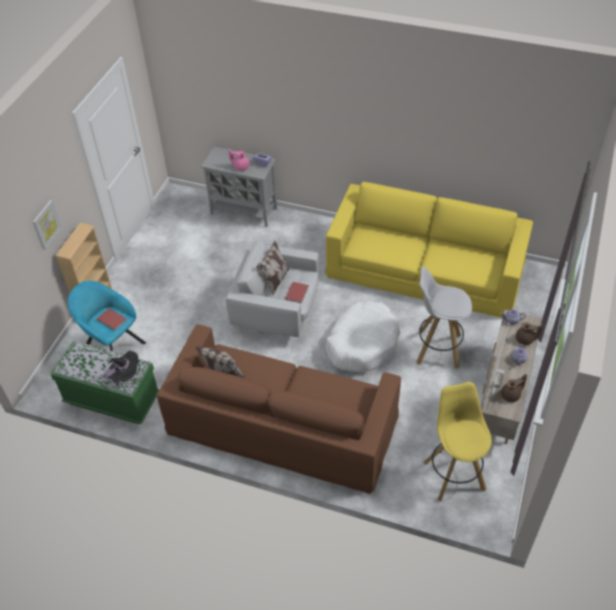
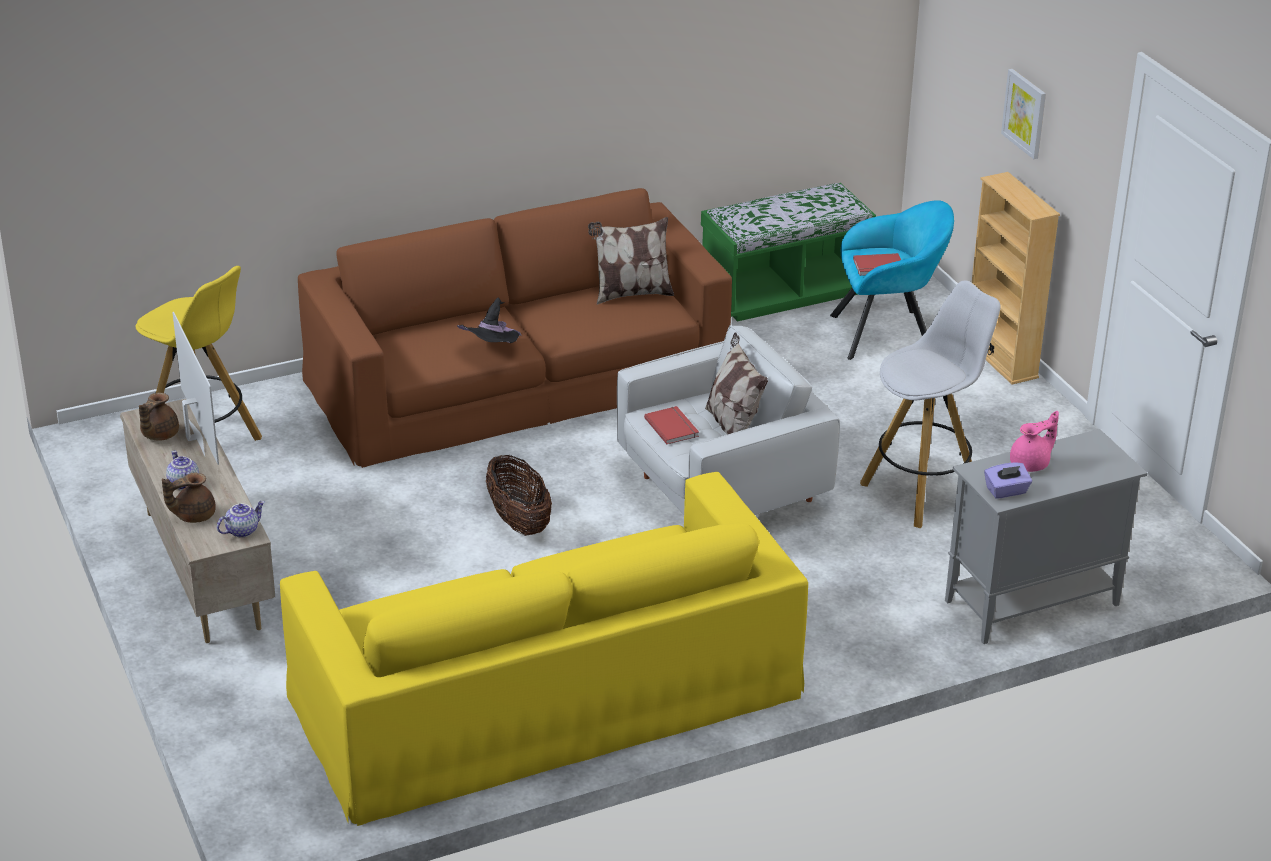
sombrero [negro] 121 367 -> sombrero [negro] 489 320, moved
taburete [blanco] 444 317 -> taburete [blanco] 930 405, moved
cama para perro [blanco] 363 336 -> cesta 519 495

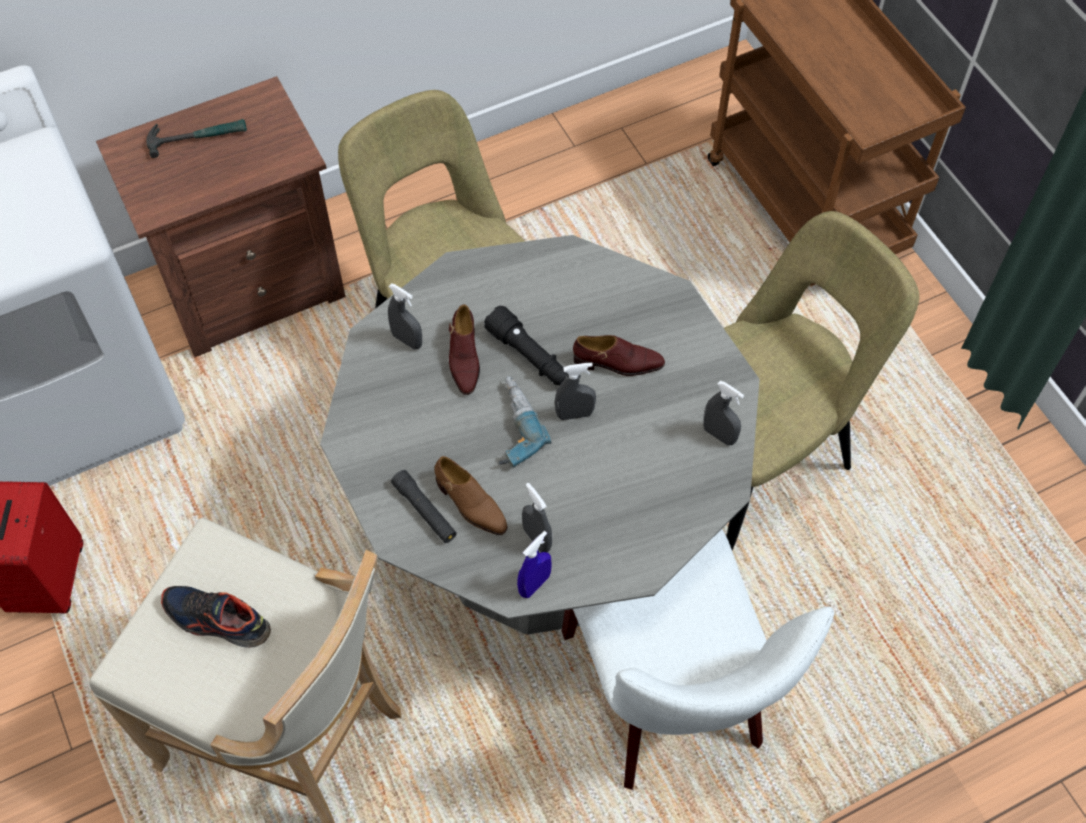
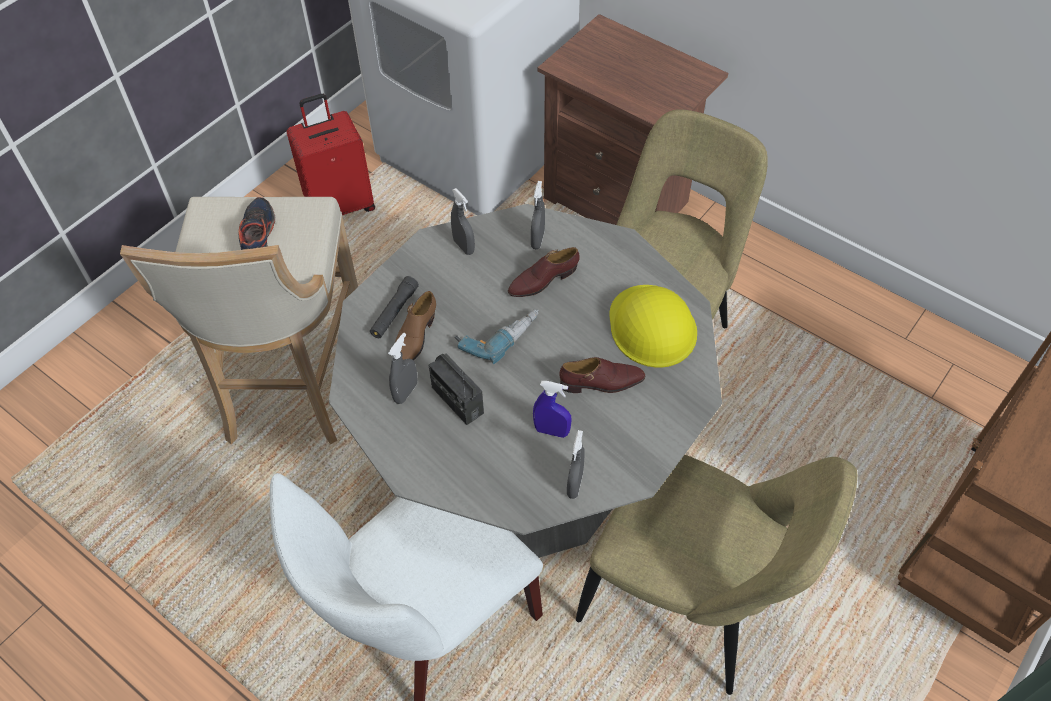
martillo 196 138 -> none
linterna [negro] 526 345 -> none
none -> radio 456 389
none -> casco [amarillo] 653 326
pulverizador [azul] 534 564 -> pulverizador [azul] 552 409, moved
pulverizador [gris] 575 391 -> pulverizador [gris] 463 221, moved
zapato [marrón] 619 355 -> zapato [marrón] 602 375, 75 degrees counterclockwise

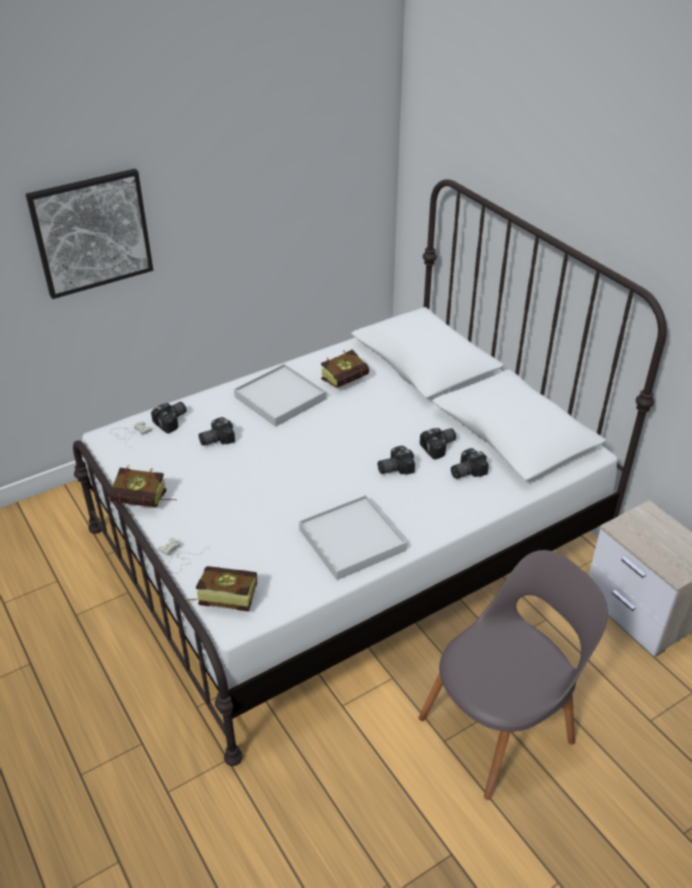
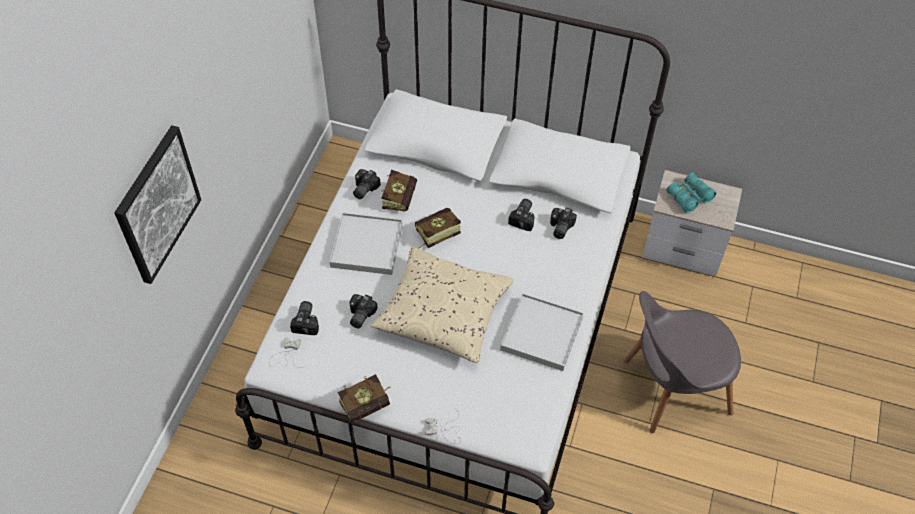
none -> cojín [beis] 442 305
none -> prismáticos [turquesa] 691 193
libro 223 589 -> libro 438 228, moved
cámara 396 460 -> cámara 367 184, moved
silla [gris] 513 675 -> silla [gris] 682 362, 120 degrees counterclockwise

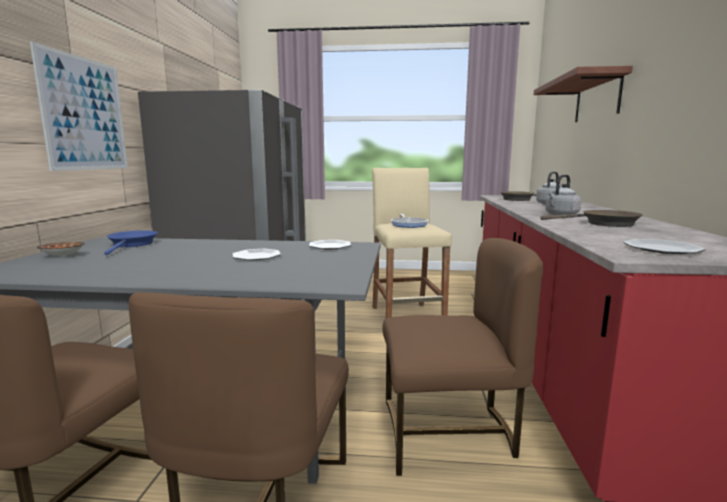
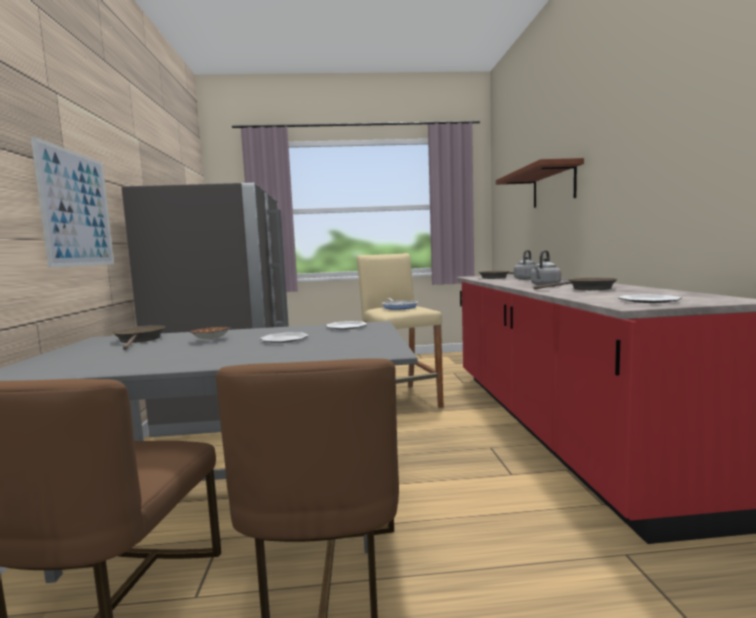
silla [marrón] 462 357 -> none
cuenco 61 249 -> cuenco 210 334, moved
sartén [azul] 131 242 -> sartén [marrón] 138 337

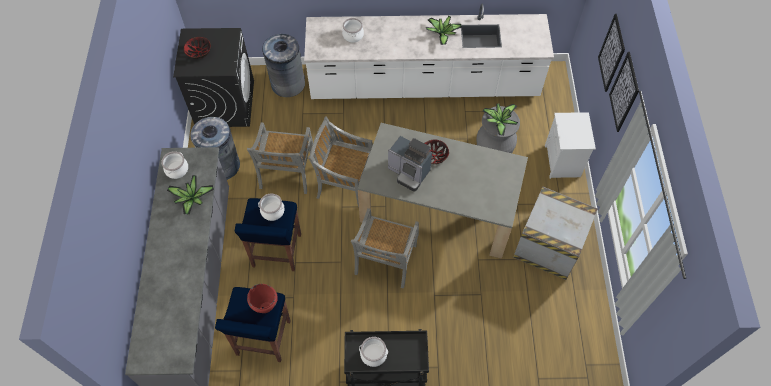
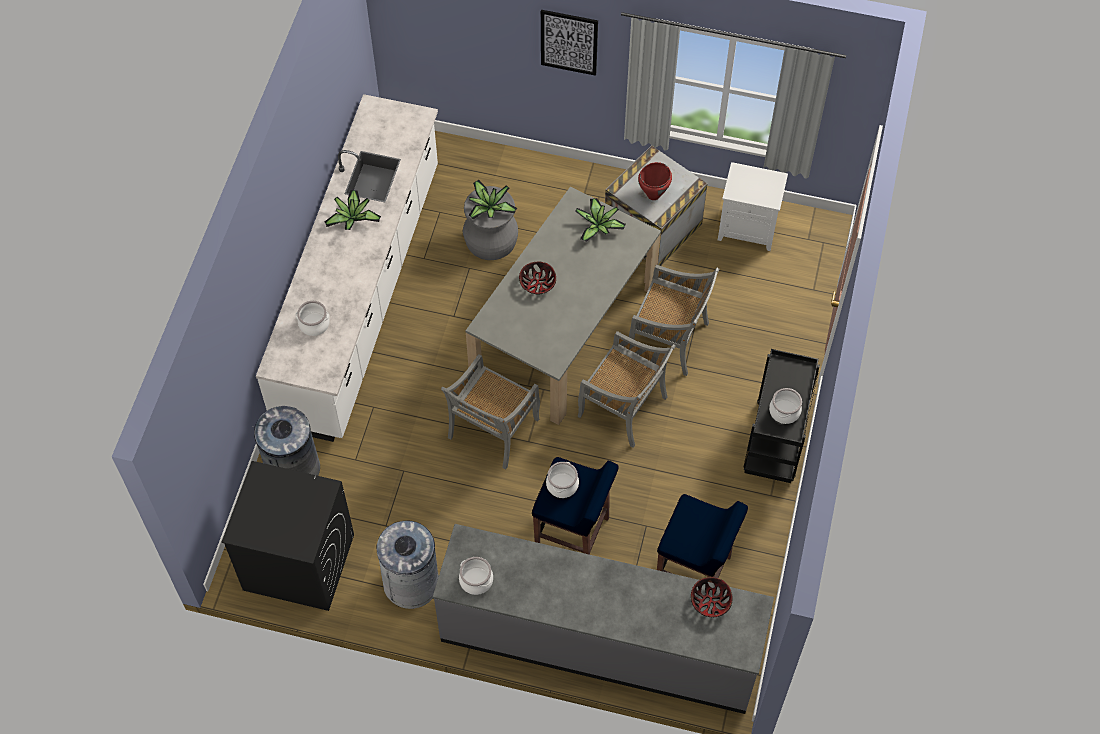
cafetera 410 164 -> none
cuadro 611 53 -> none
planta en maceta 190 195 -> planta en maceta 600 220, moved
cuenco 197 48 -> cuenco 712 597, moved
silla [gris] 280 158 -> silla [gris] 674 320, moved
olla [rojo] 262 298 -> olla [rojo] 655 181, moved
mesita de noche [blanco] 570 145 -> mesita de noche [blanco] 753 206, moved

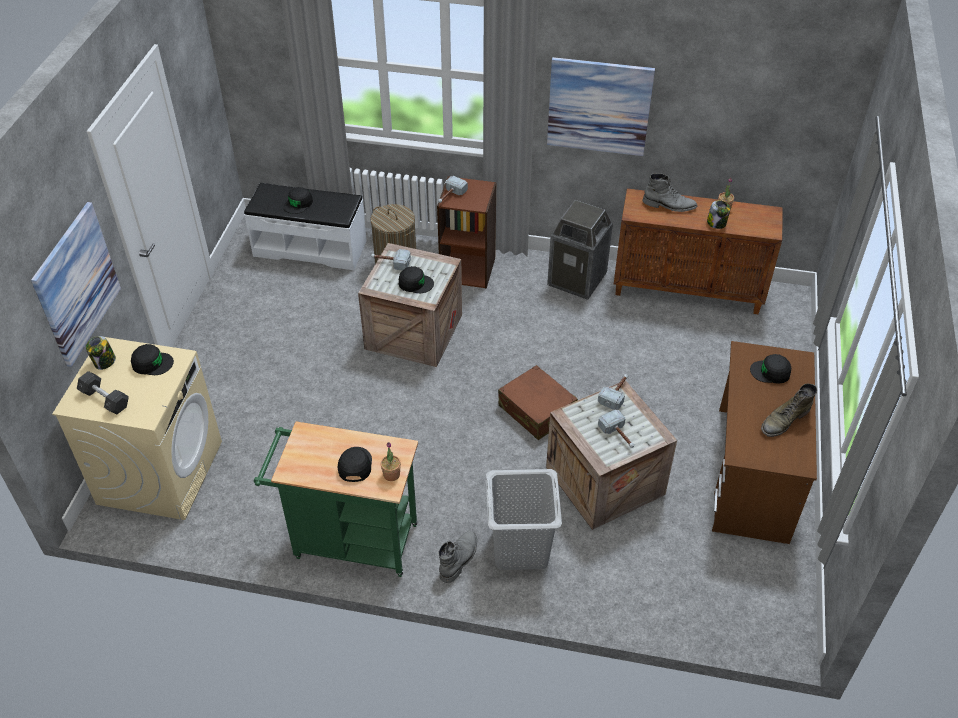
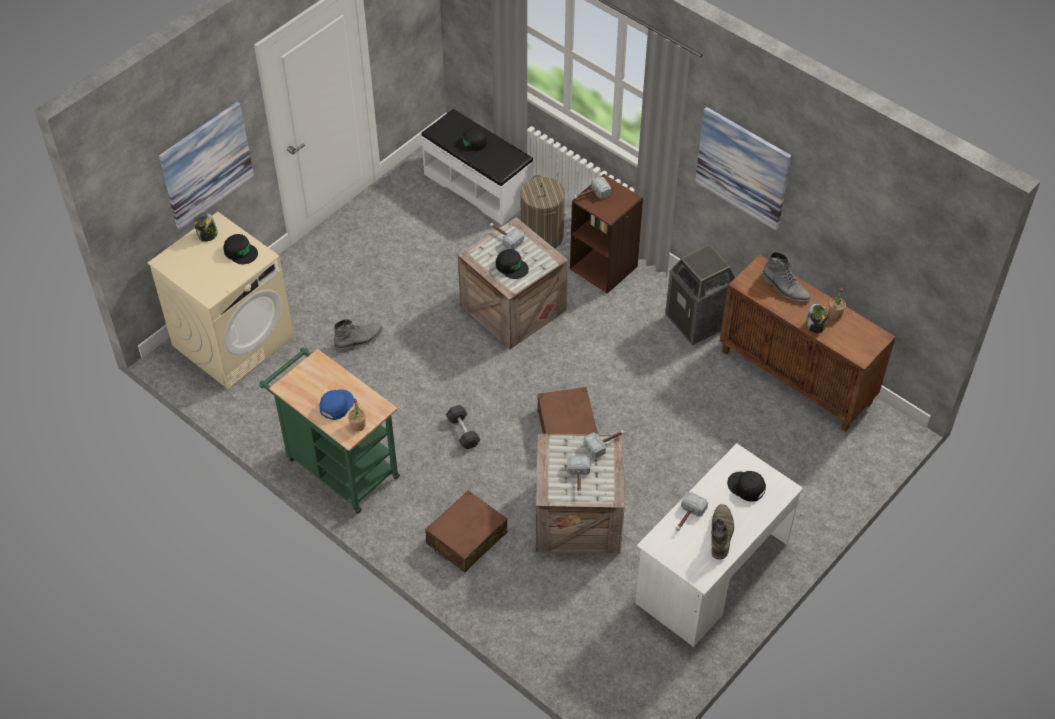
none -> martillo 691 511
mancuerna [gris] 103 392 -> mancuerna [gris] 463 427, moved
bota [gris] 457 557 -> bota [gris] 358 336, moved
cesto de la ropa [gris] 524 519 -> maleta [marrón] 466 531
gorra [negro] 355 464 -> gorra [azul] 336 404
escritorio [marrón] 764 442 -> escritorio [blanco] 719 545
bota [verde] 789 410 -> bota [verde] 722 532, 105 degrees clockwise

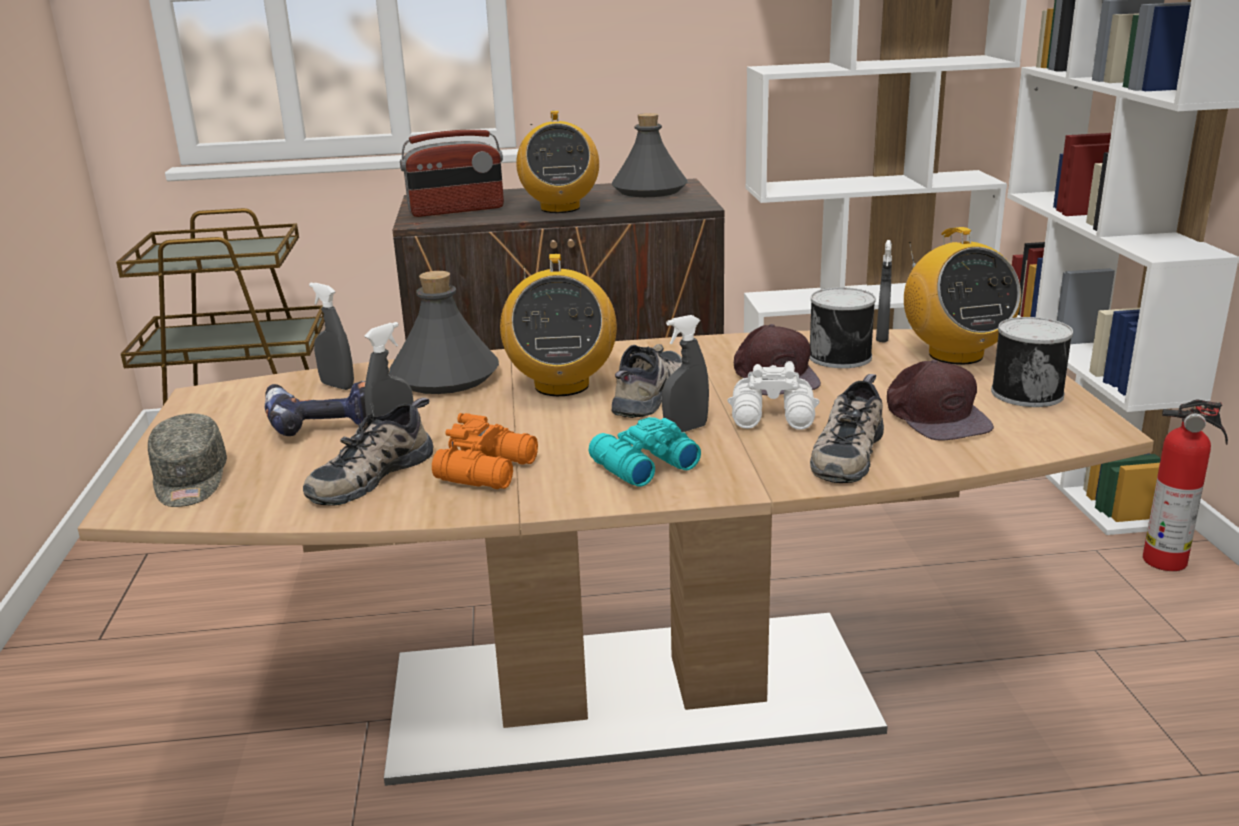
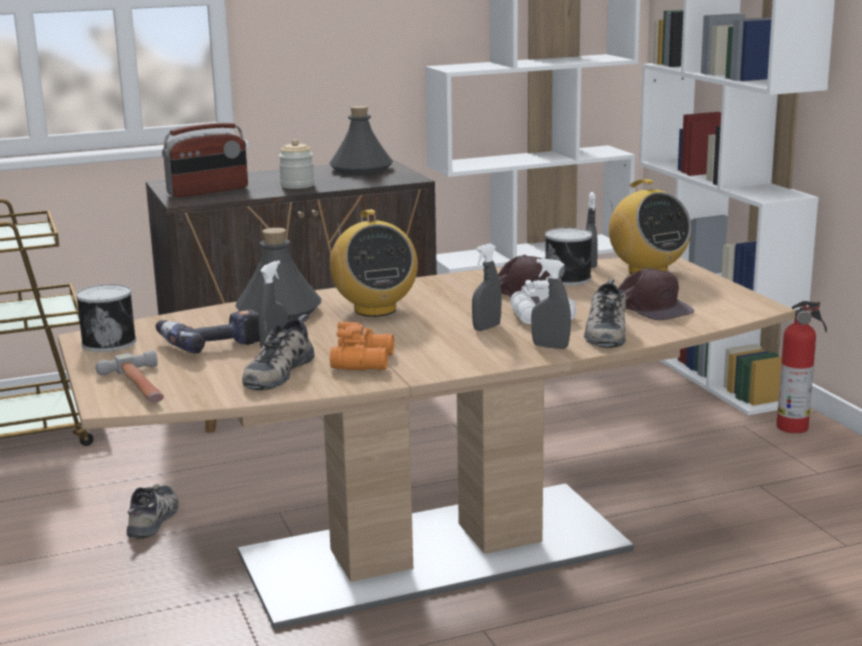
prismáticos [turquesa] 645 452 -> none
pulverizador [gris] 331 336 -> pulverizador [gris] 551 304, moved
zapato 647 381 -> zapato 153 511, moved
lata 1032 362 -> lata 106 318, moved
gorra [gris] 187 460 -> martillo 130 376
radio 557 162 -> tarro 296 164

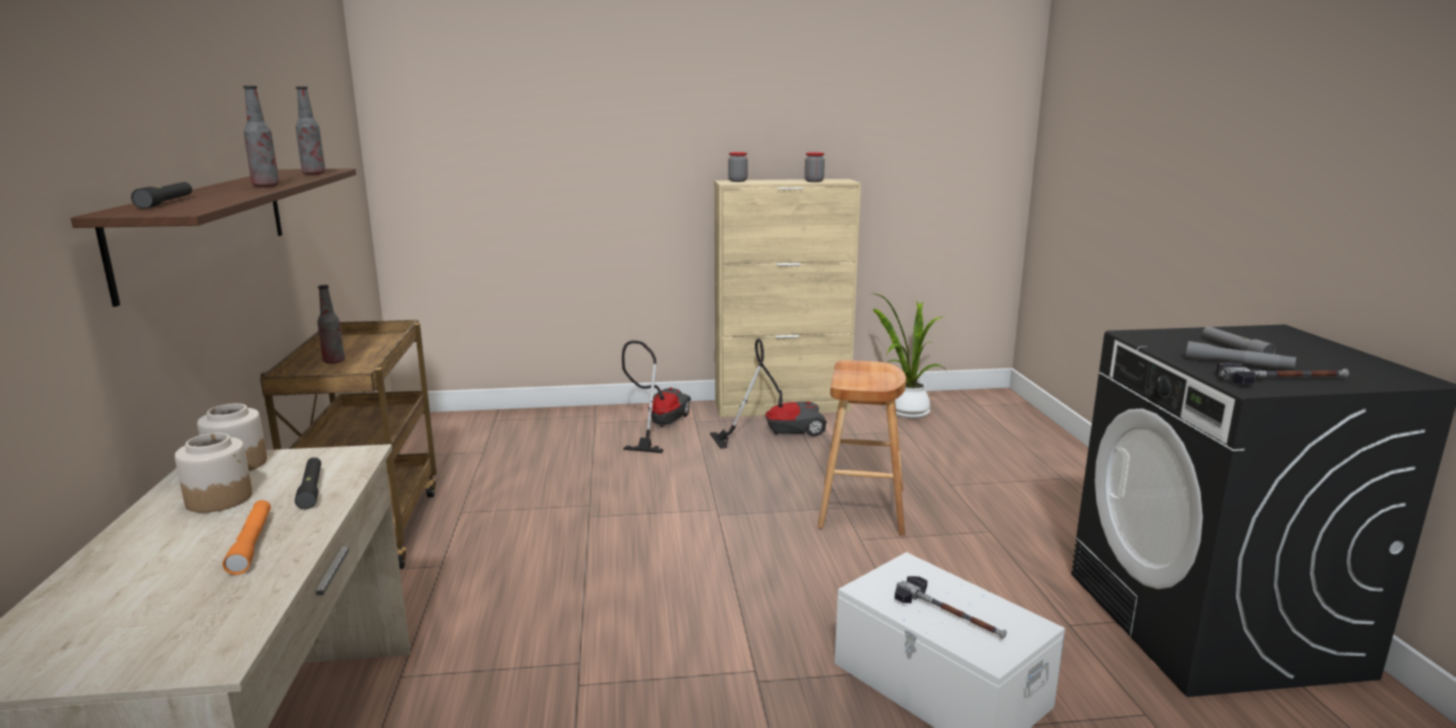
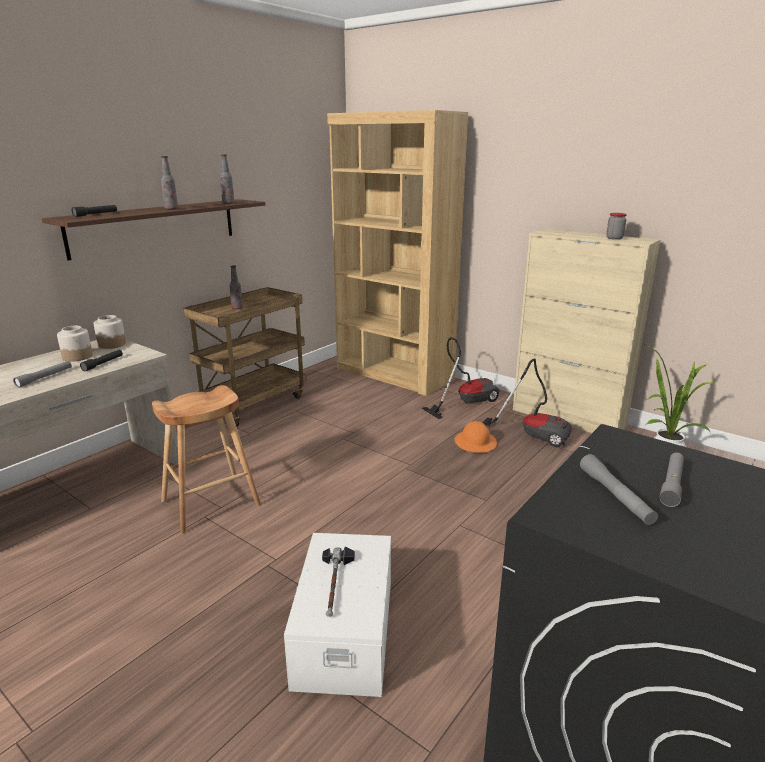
tarro 738 167 -> none
martillo 1282 373 -> none
none -> estantería [marrón] 397 253
none -> casco [naranja] 476 437
taburete [marrón] 861 448 -> taburete [marrón] 206 459, moved
linterna [naranja] 247 537 -> linterna [gris] 42 374

